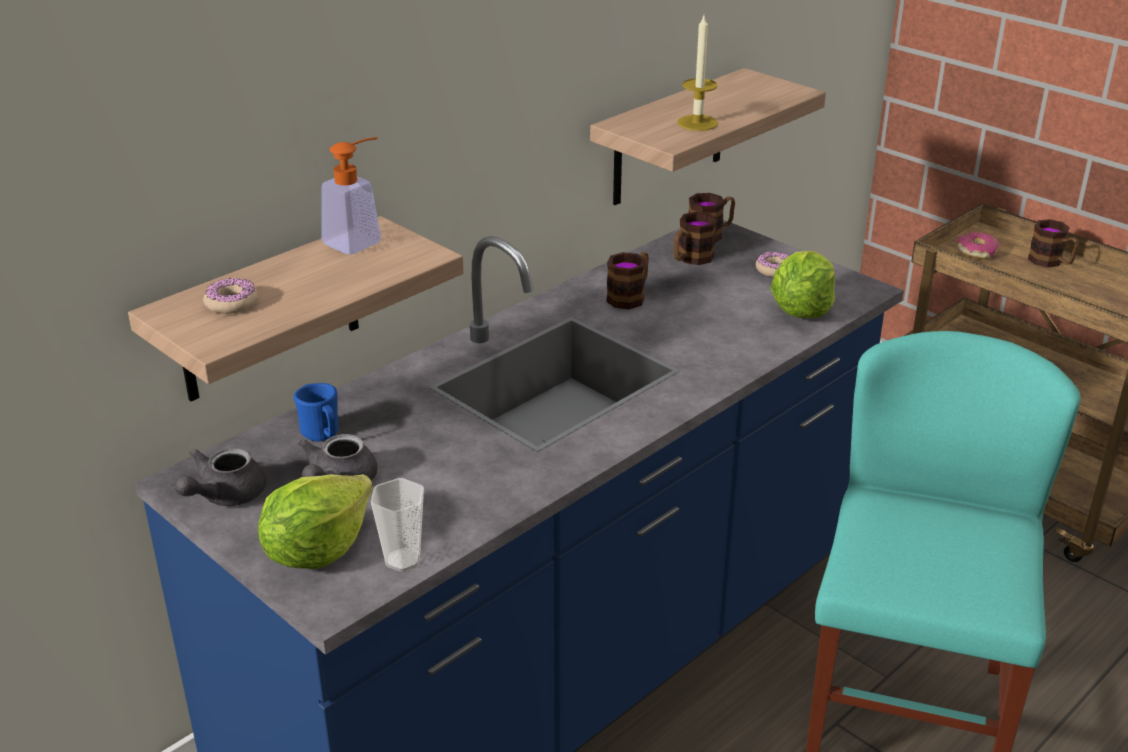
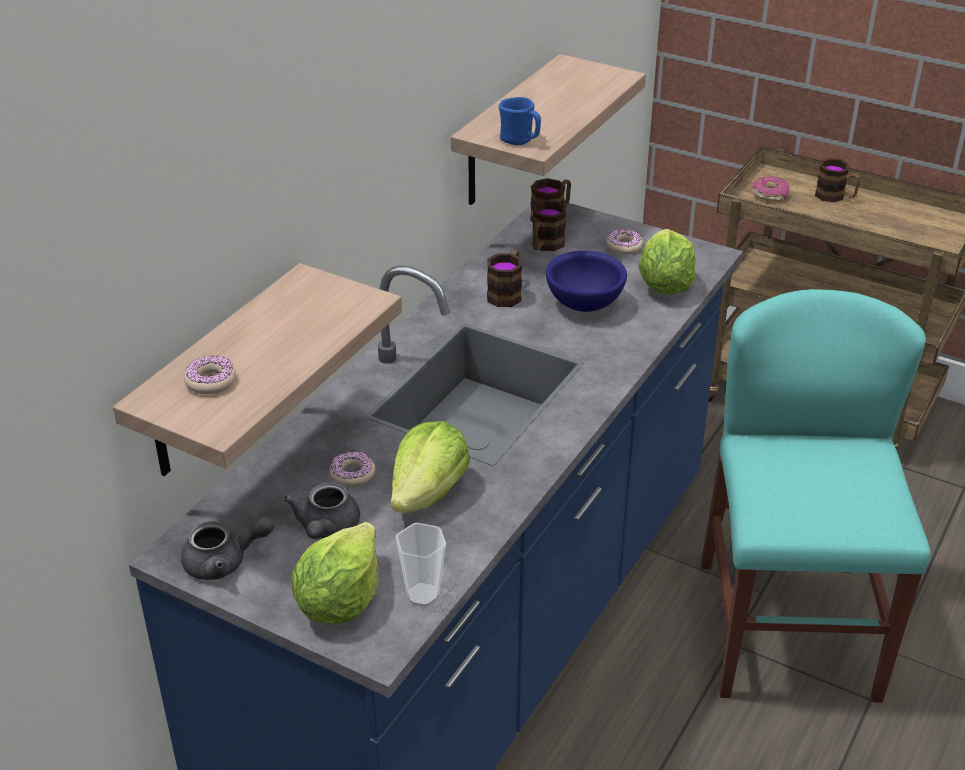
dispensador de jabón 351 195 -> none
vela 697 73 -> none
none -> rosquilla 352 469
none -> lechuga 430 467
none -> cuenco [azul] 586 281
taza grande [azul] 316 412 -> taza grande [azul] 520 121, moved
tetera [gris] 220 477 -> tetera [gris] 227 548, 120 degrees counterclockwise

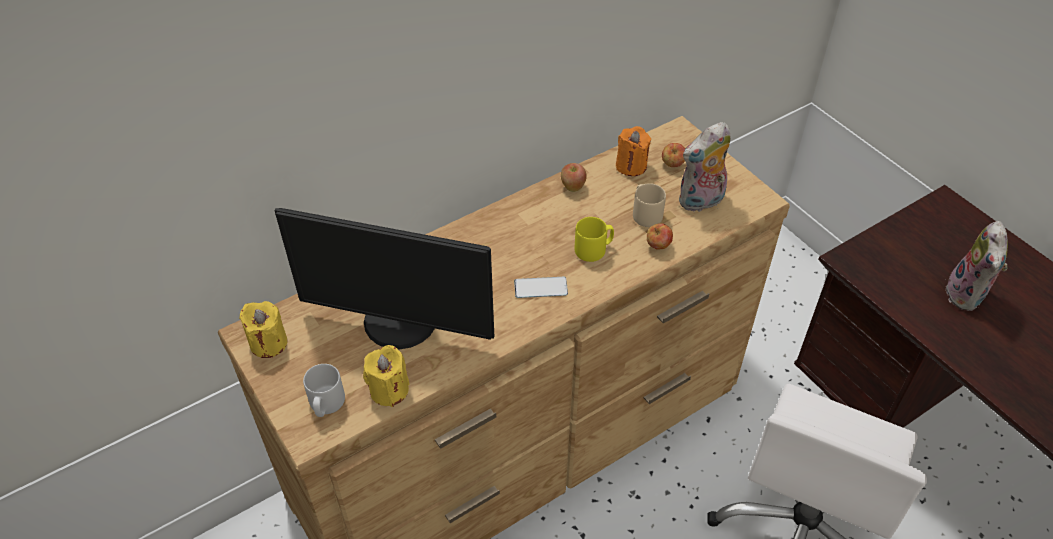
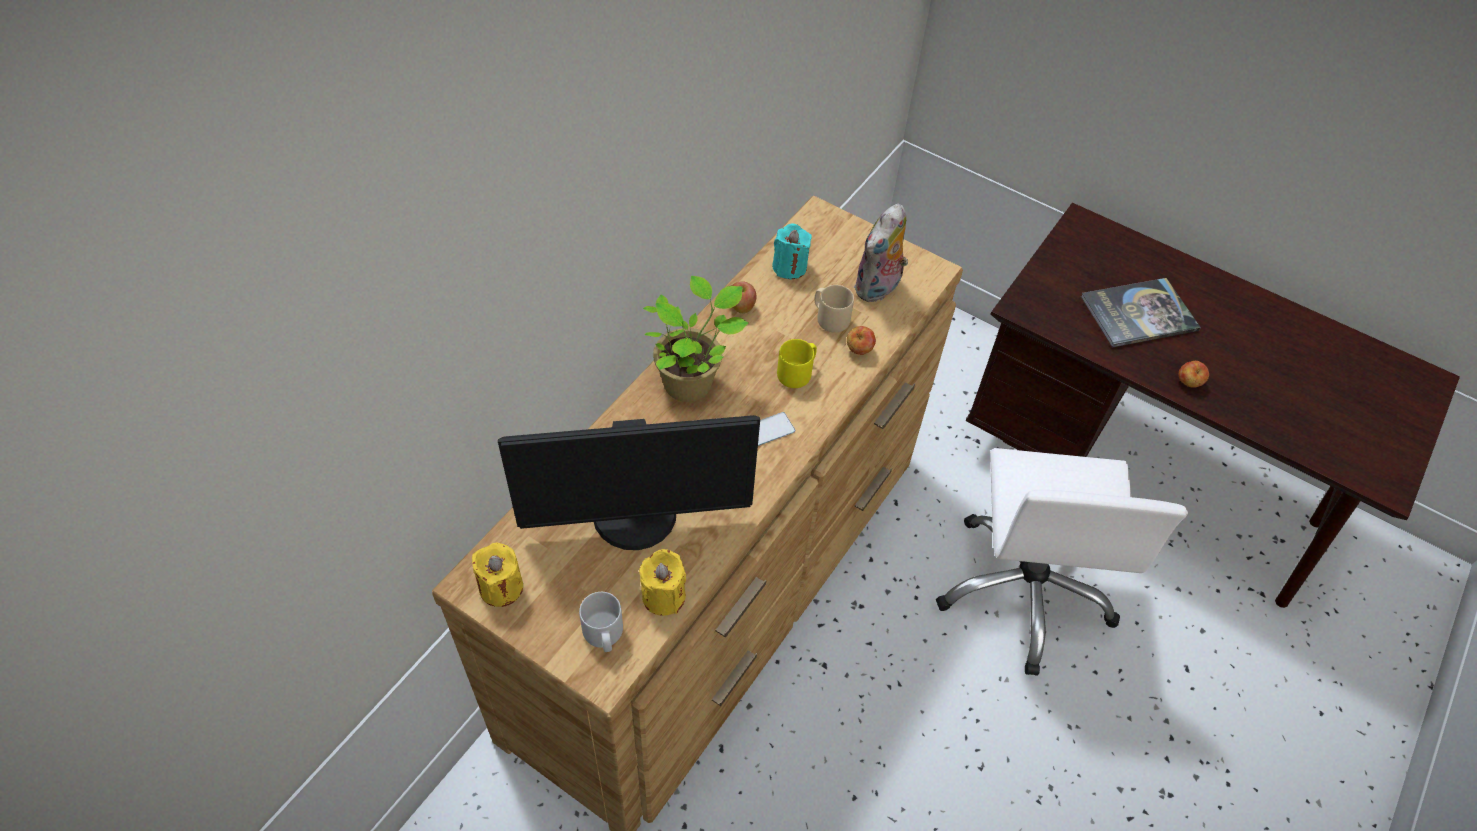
none -> planta en maceta 695 339
manzana 673 155 -> manzana 1194 374, moved
peluche 976 266 -> libro 1141 312
vela [naranja] 633 151 -> vela [turquesa] 792 251

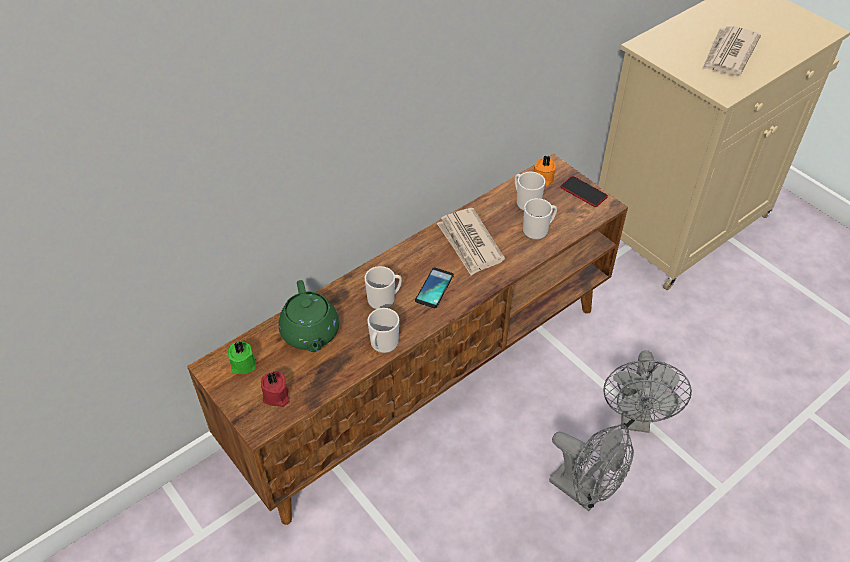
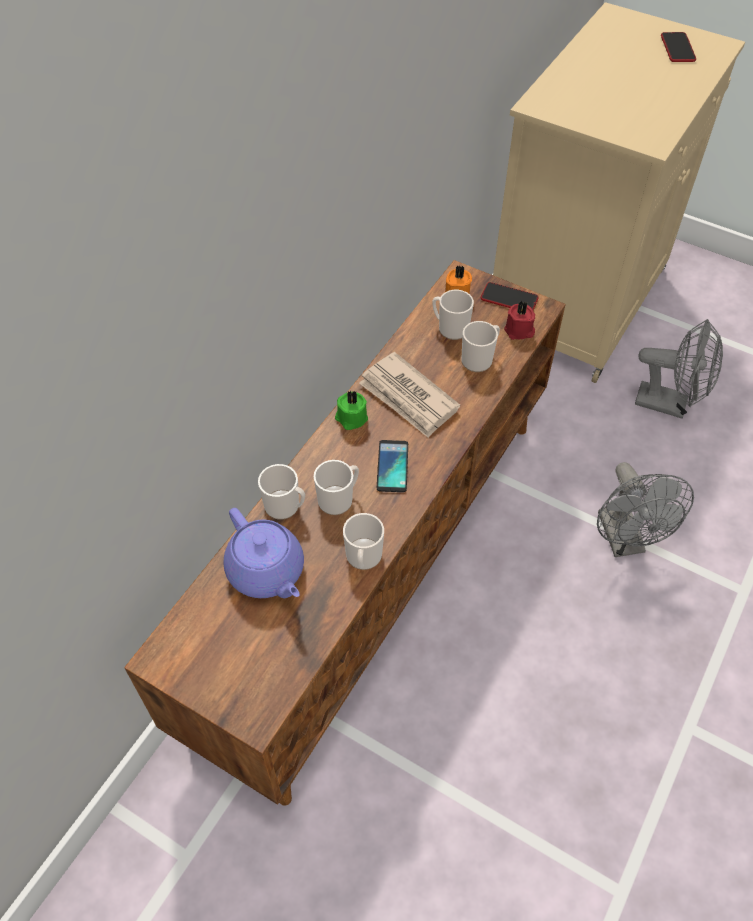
periódico 731 50 -> none
none -> taza grande 281 492
none -> móvil 678 47
vela [verde] 242 358 -> vela [verde] 351 410, moved
vela [rojo] 275 389 -> vela [rojo] 519 320, moved
ventilador [gris] 591 467 -> ventilador [gris] 679 369, moved
tetera [verde] 308 316 -> tetera [morado] 263 553

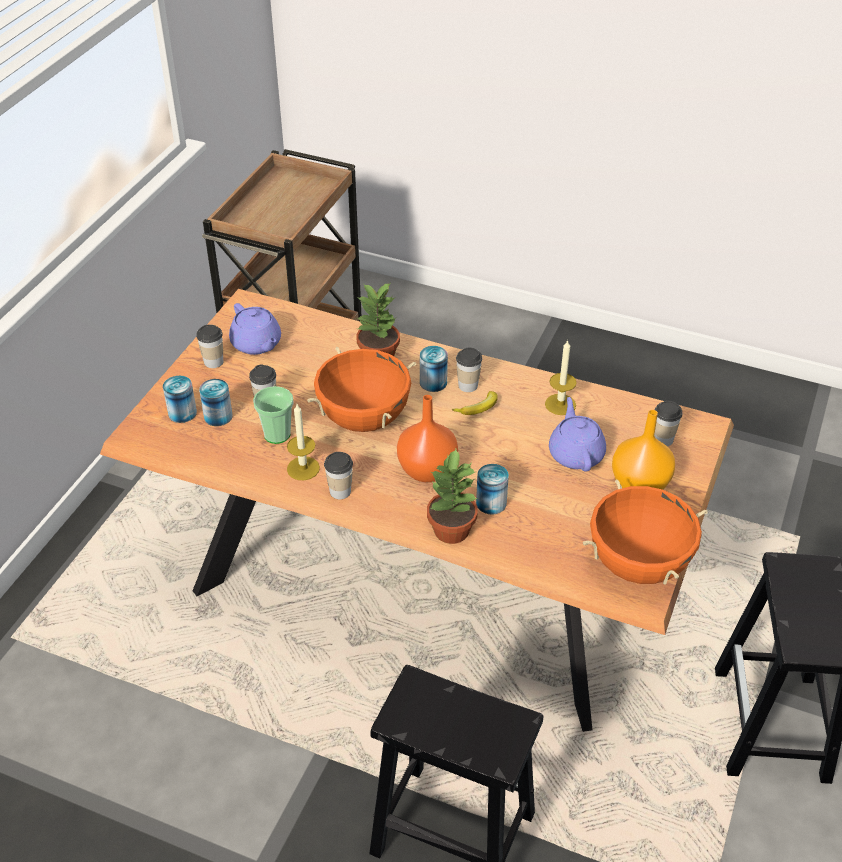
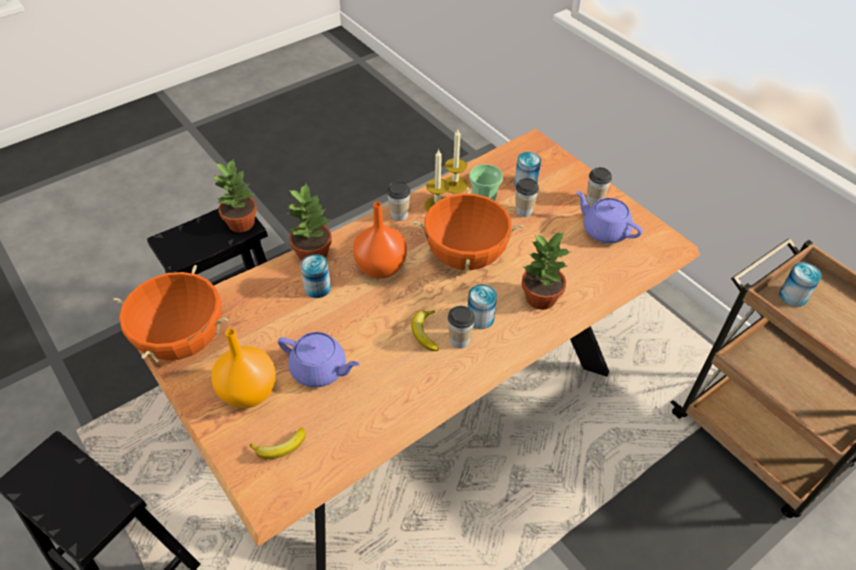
none -> planta en maceta 234 195
lata 180 399 -> lata 800 284, moved
vela 561 377 -> vela 456 161, moved
taza 668 424 -> plátano 277 443
tetera [morado] 255 329 -> tetera [morado] 609 217, 45 degrees clockwise

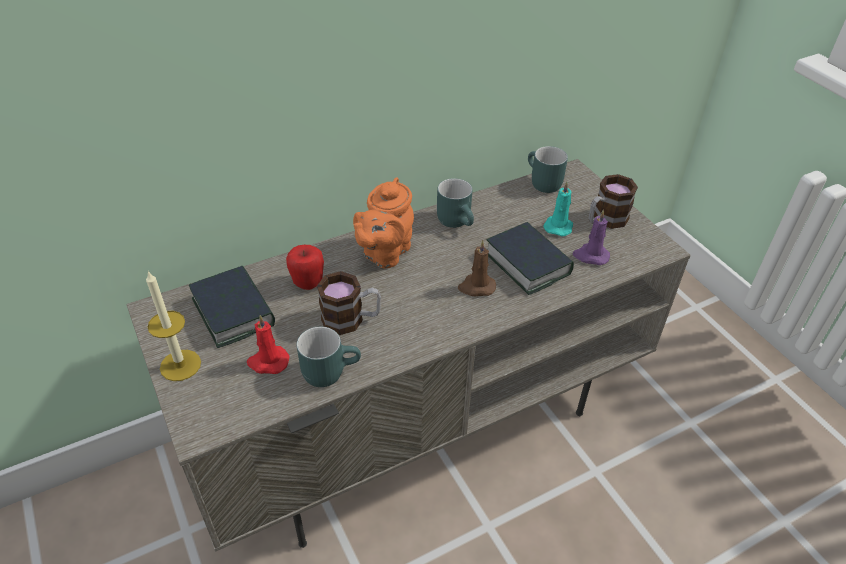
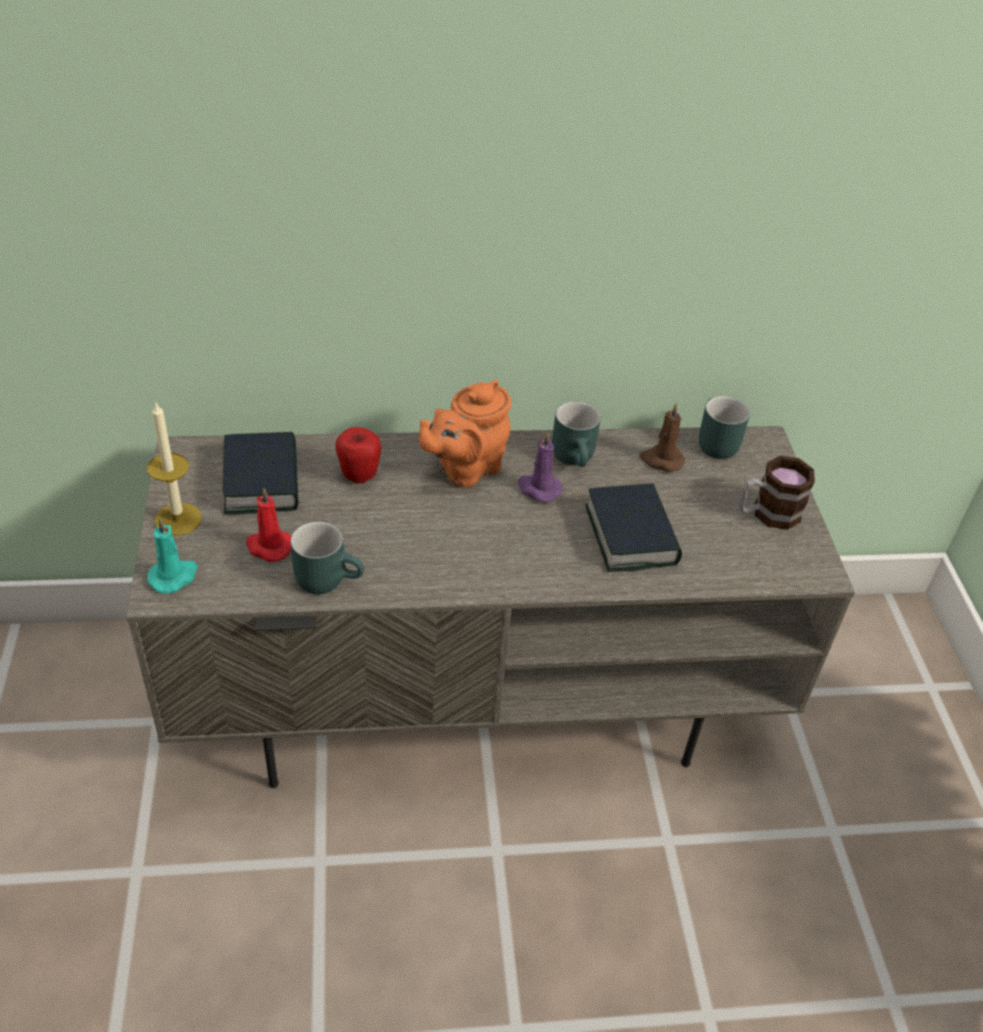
taza grande 349 303 -> none
vela [marrón] 477 268 -> vela [marrón] 662 437, moved
vela [turquesa] 558 209 -> vela [turquesa] 172 556, moved
vela [morado] 591 237 -> vela [morado] 540 466, moved

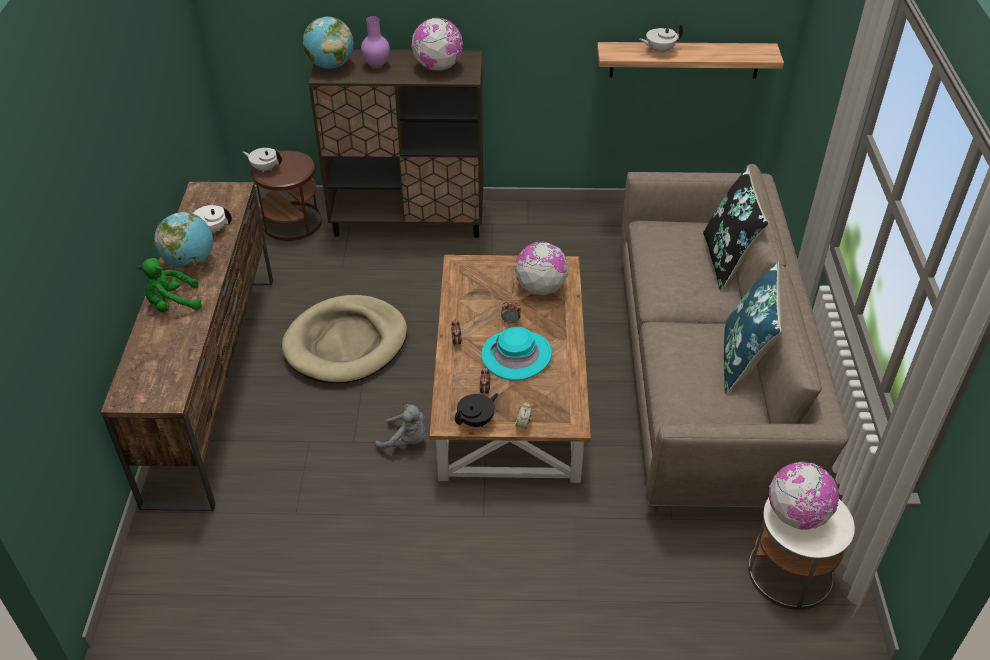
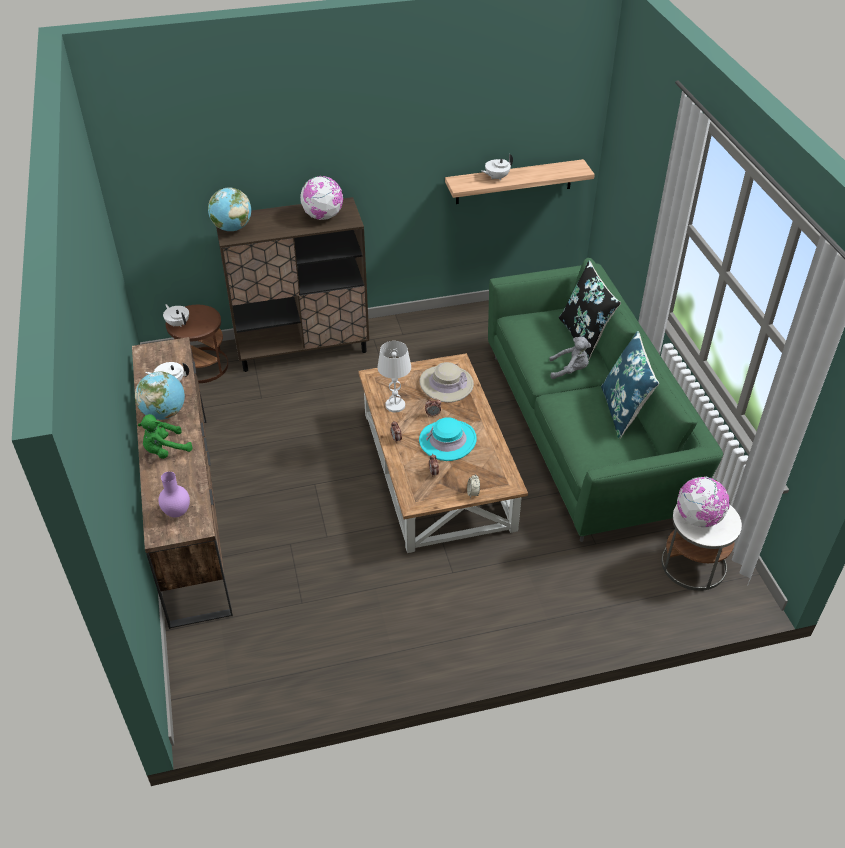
cama para perro [beis] 344 339 -> none
tetera [negro] 476 410 -> none
none -> lámpara de mesa [blanco] 394 376
florero [morado] 375 42 -> florero [morado] 174 494, moved
peluche [gris] 400 427 -> peluche [gris] 570 358, moved
globo terráqueo 542 268 -> sombrero [beis] 447 382
sofá [beis] 734 338 -> sofá [verde] 605 400
tetera [blanco] 262 160 -> tetera [blanco] 176 315, 45 degrees clockwise

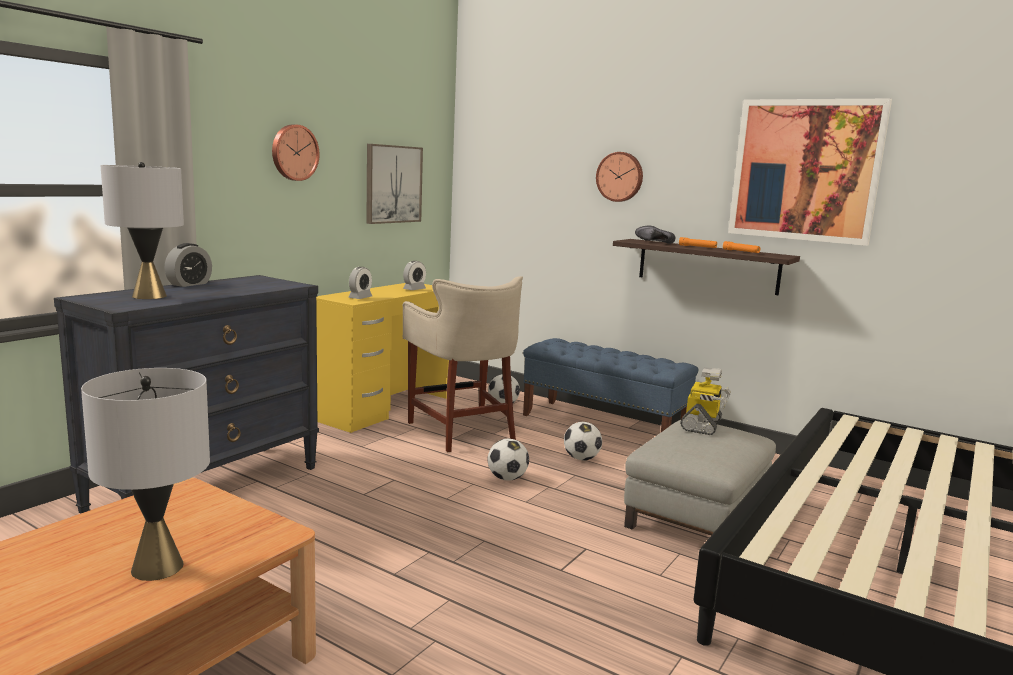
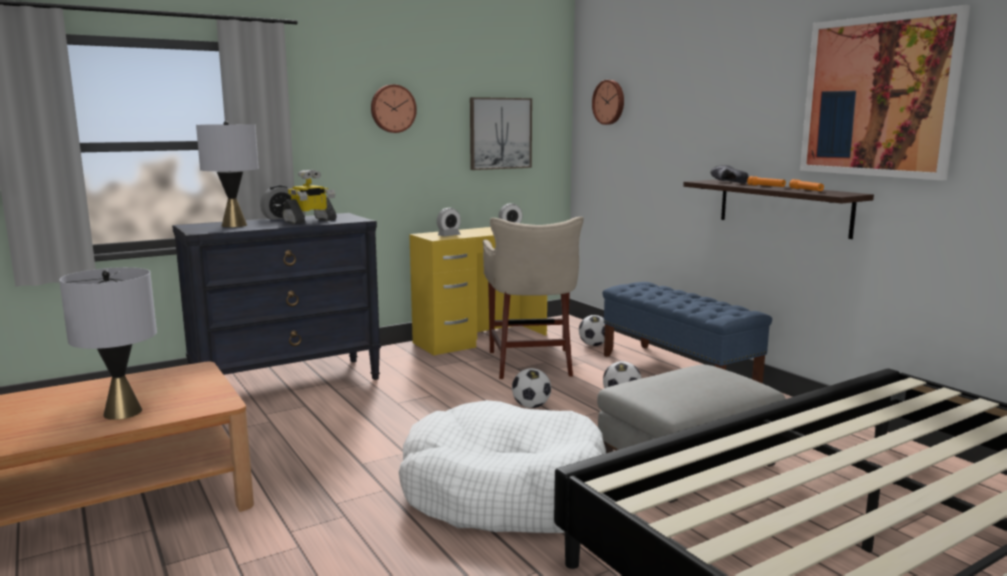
none -> cama para perro [blanco] 502 466
reloj de pared 619 177 -> reloj de pared 608 102, moved
robot de juguete 705 401 -> robot de juguete 309 197, moved

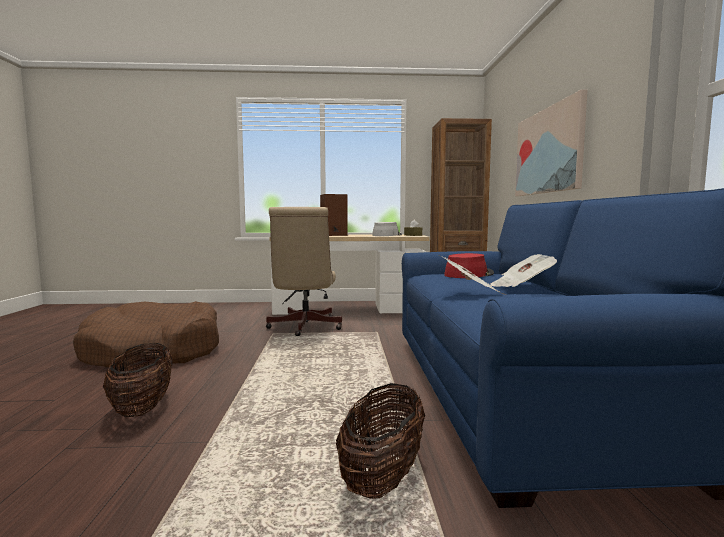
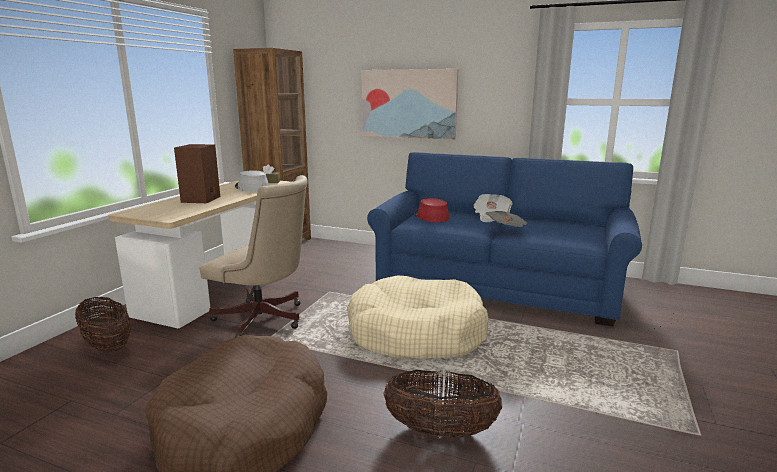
none -> cama para perro [beis] 417 317
cesta 380 441 -> cesta 103 325, moved

